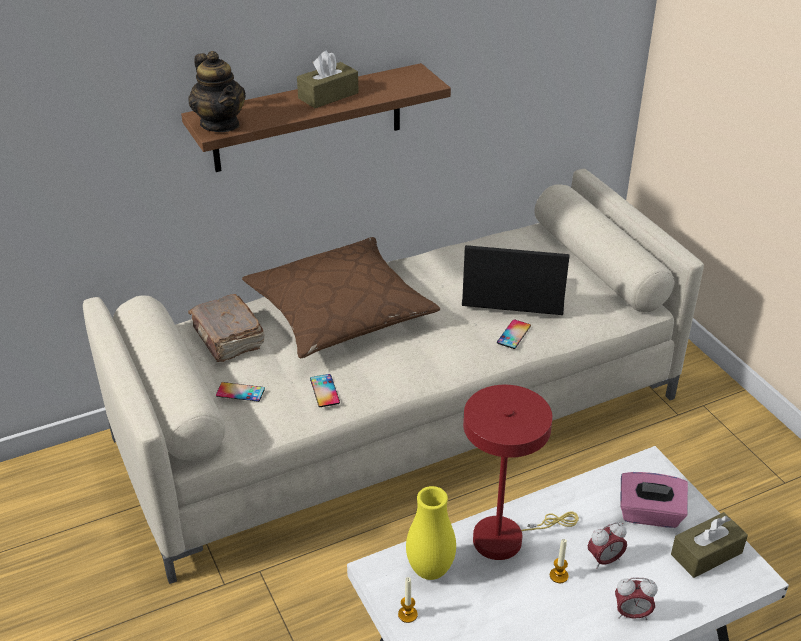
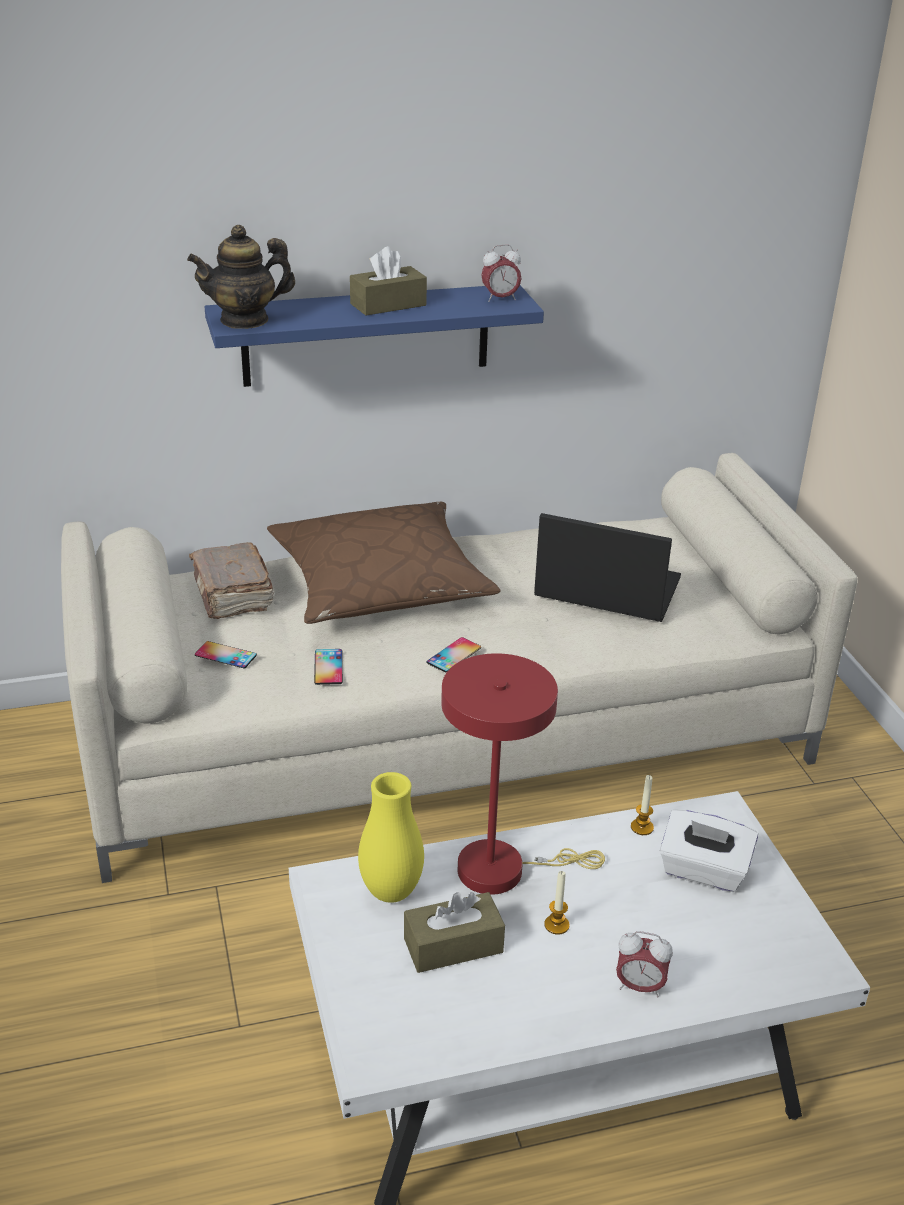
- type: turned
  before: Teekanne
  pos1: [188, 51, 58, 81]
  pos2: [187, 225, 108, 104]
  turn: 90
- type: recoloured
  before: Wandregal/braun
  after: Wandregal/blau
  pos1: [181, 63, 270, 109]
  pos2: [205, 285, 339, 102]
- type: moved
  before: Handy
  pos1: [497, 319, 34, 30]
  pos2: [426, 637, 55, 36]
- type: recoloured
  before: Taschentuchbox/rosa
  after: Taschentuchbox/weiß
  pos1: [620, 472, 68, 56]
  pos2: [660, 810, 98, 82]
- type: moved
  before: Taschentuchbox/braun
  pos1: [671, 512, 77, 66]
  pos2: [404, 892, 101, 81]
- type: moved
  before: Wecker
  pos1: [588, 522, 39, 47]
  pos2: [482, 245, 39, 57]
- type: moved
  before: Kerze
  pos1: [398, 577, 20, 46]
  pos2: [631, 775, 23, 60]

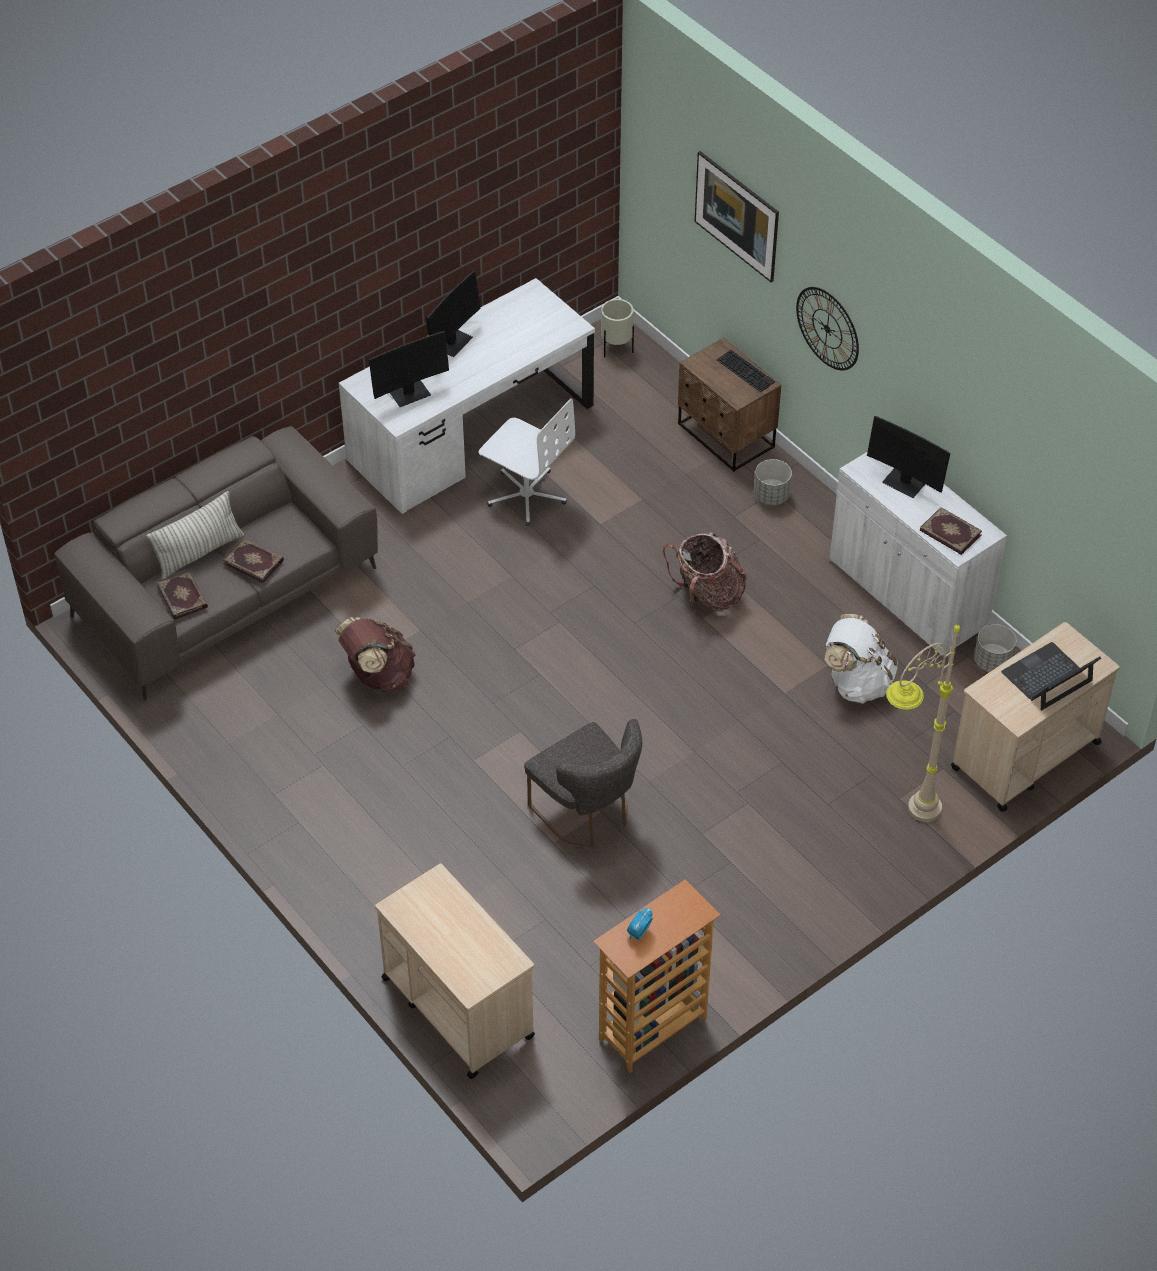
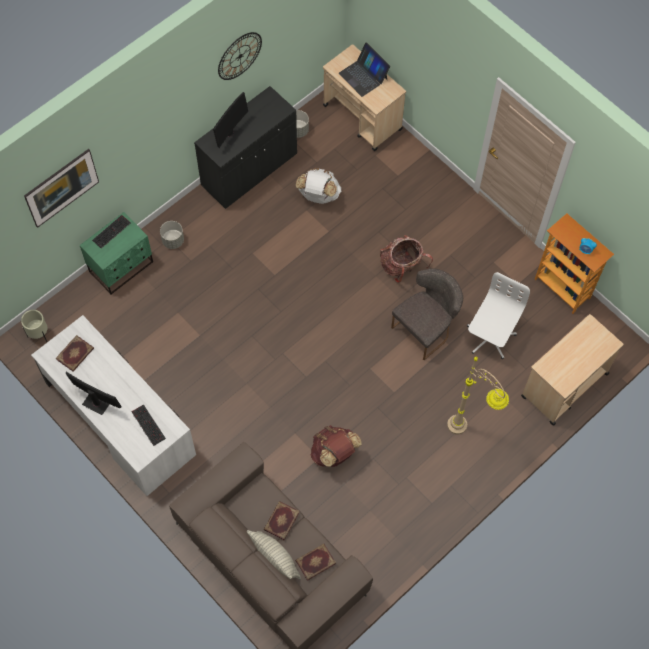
- type: moved
  before: Wanduhr
  pos1: [796, 287, 63, 84]
  pos2: [218, 32, 44, 48]
- type: replaced
  before: Monitor
  after: Tastatur
  pos1: [369, 331, 80, 76]
  pos2: [131, 404, 35, 42]
- type: recoloured
  before: Nachttisch/braun
  after: Nachttisch/grün
  pos1: [678, 338, 103, 134]
  pos2: [80, 212, 73, 82]
- type: moved
  before: Bürostuhl/weiß
  pos1: [479, 398, 96, 127]
  pos2: [467, 272, 63, 87]
- type: recoloured
  before: Schrank/weiß
  after: Schrank/schwarz
  pos1: [829, 452, 178, 204]
  pos2: [194, 86, 103, 123]
- type: moved
  before: Buch
  pos1: [920, 507, 62, 48]
  pos2: [56, 335, 38, 37]
- type: moved
  before: Rucksack
  pos1: [663, 532, 84, 86]
  pos2: [380, 235, 53, 48]
- type: moved
  before: Stehlampe/beige
  pos1: [886, 621, 74, 201]
  pos2: [447, 356, 62, 79]

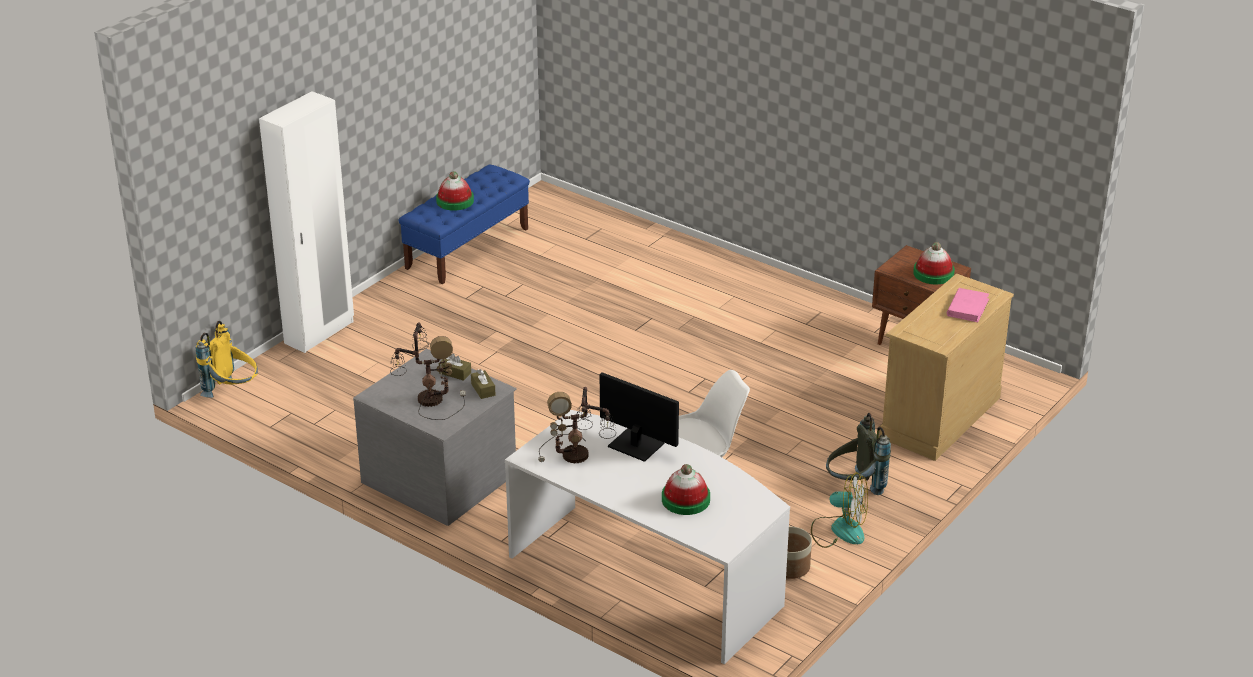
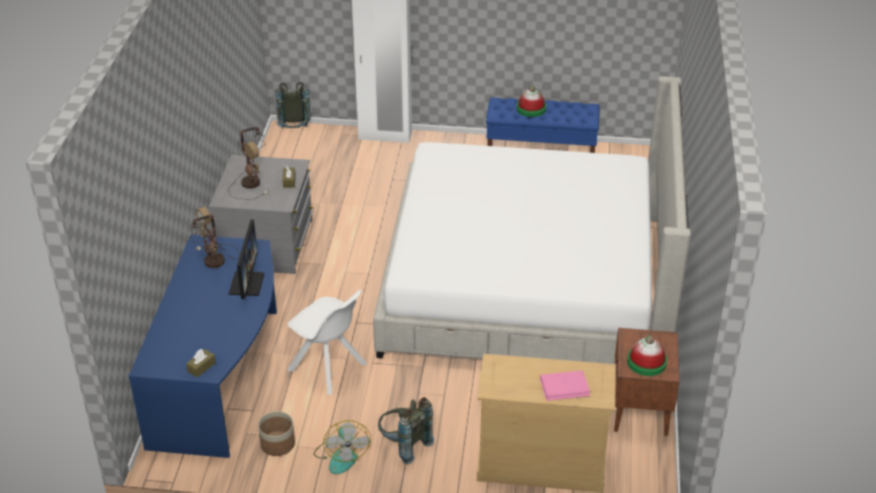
- type: recoloured
  before: Rucksack/gelb
  after: Rucksack/grau
  pos1: [196, 321, 62, 77]
  pos2: [276, 82, 35, 46]
- type: moved
  before: Taschentuchbox/braun
  pos1: [471, 369, 25, 30]
  pos2: [186, 349, 30, 28]
- type: recoloured
  before: Schreibtisch/weiß
  after: Schreibtisch/blau
  pos1: [505, 410, 285, 254]
  pos2: [129, 235, 148, 223]
- type: removed
  before: Hut
  pos1: [662, 464, 48, 51]
- type: added
  after: Bett
  pos2: [373, 76, 318, 288]

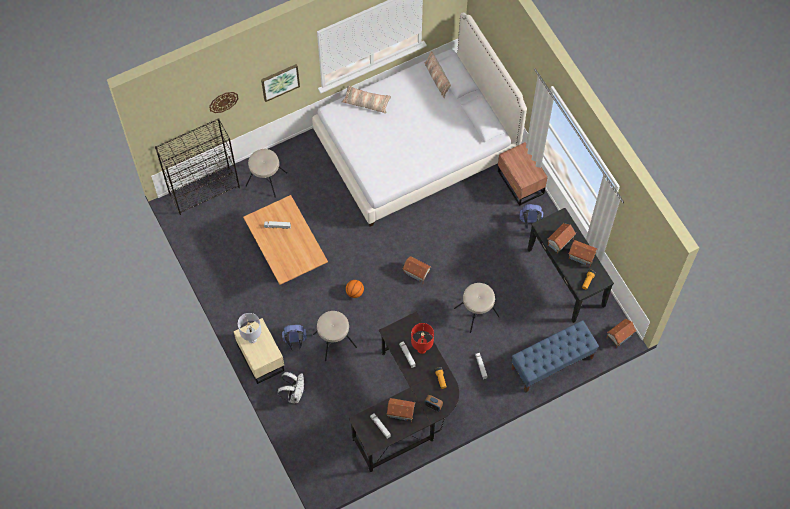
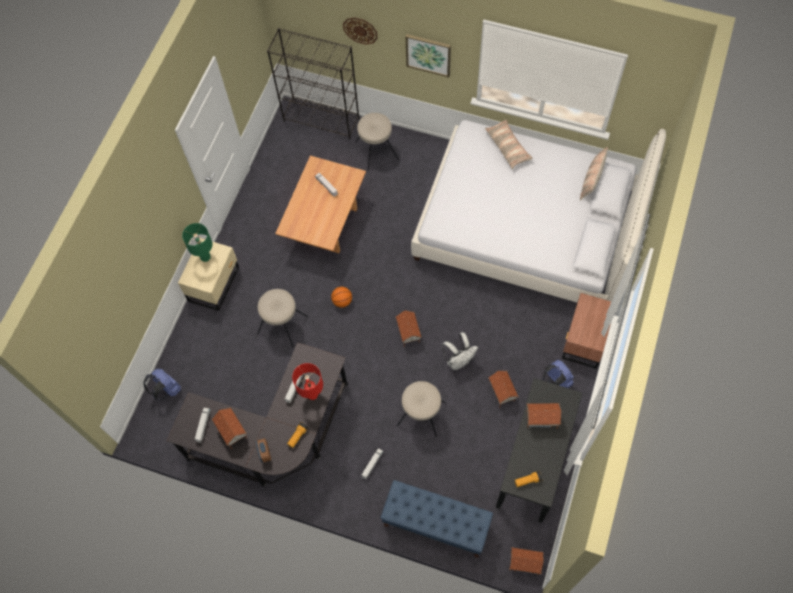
- type: moved
  before: Spielzeughaus
  pos1: [568, 240, 30, 28]
  pos2: [489, 371, 29, 37]
- type: recoloured
  before: Tischlampe/grau
  after: Tischlampe/grün
  pos1: [238, 313, 24, 30]
  pos2: [182, 223, 31, 39]
- type: moved
  before: Rucksack/blau
  pos1: [282, 324, 25, 26]
  pos2: [143, 368, 38, 32]
- type: moved
  before: Rucksack/weiß
  pos1: [277, 372, 27, 31]
  pos2: [442, 332, 36, 38]

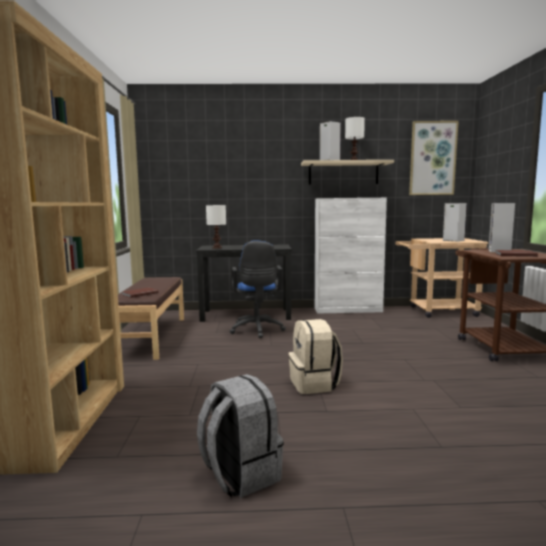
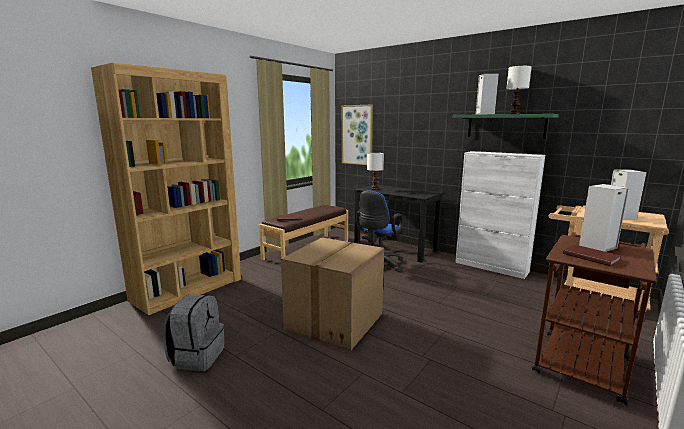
- type: moved
  before: Bild
  pos1: [409, 121, 50, 74]
  pos2: [342, 105, 31, 60]
- type: recoloured
  before: Wandregal/beige
  after: Wandregal/grün
  pos1: [301, 160, 93, 25]
  pos2: [452, 114, 107, 25]
- type: replaced
  before: Rucksack/beige
  after: Karton
  pos1: [288, 319, 55, 75]
  pos2: [281, 237, 103, 114]

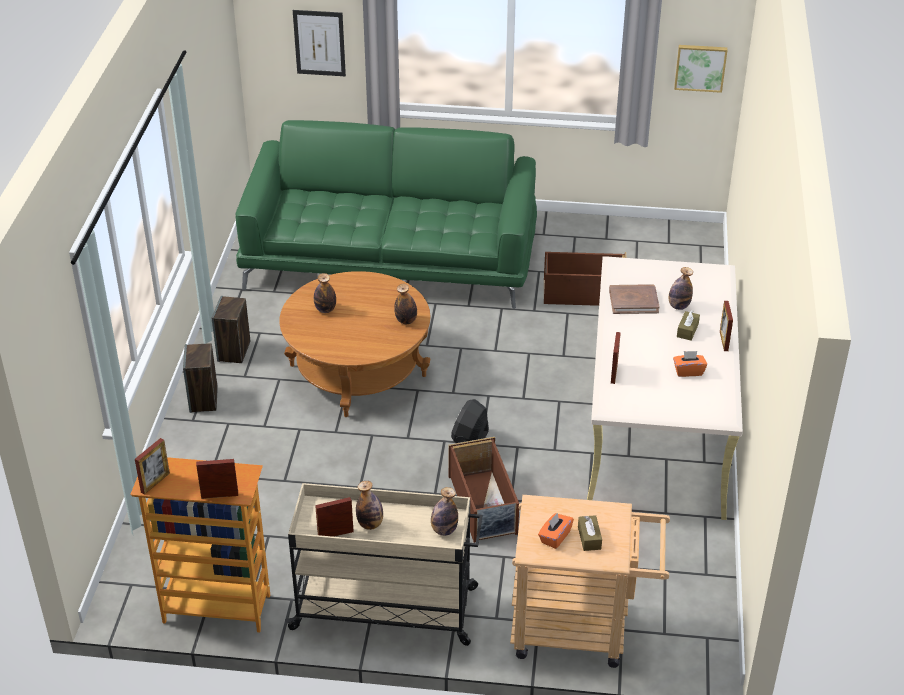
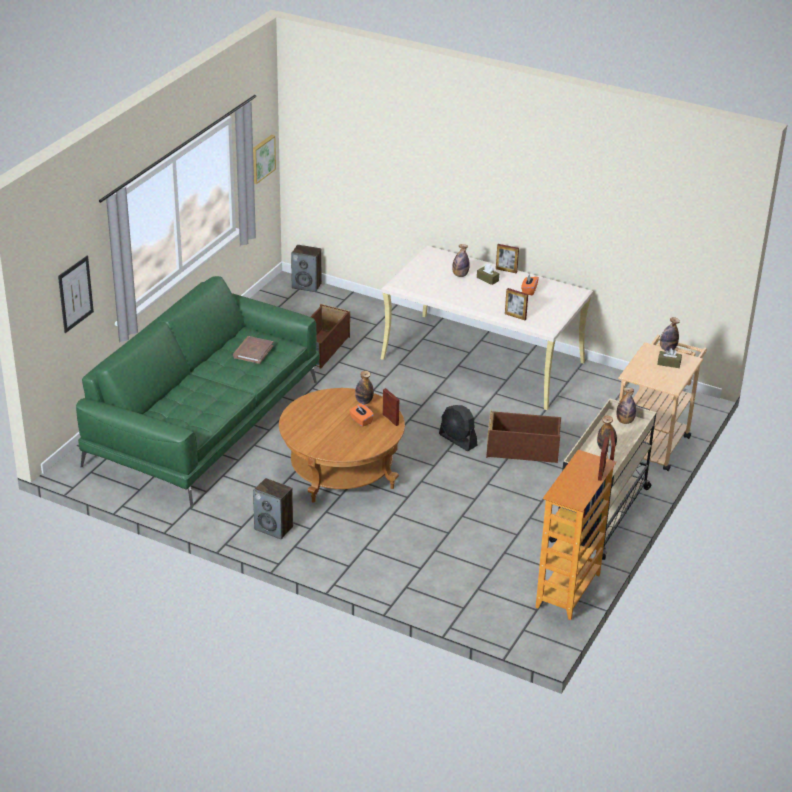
- type: moved
  before: Flasche
  pos1: [314, 273, 22, 40]
  pos2: [660, 317, 20, 34]
- type: moved
  before: Buch/braun
  pos1: [609, 284, 51, 30]
  pos2: [233, 336, 41, 28]
- type: moved
  before: Lautsprecher
  pos1: [183, 343, 35, 70]
  pos2: [291, 245, 31, 47]
- type: moved
  before: Bilderrahmen
  pos1: [135, 438, 35, 57]
  pos2: [382, 388, 17, 38]
- type: moved
  before: Taschentuchbox/orange
  pos1: [538, 513, 36, 36]
  pos2: [349, 403, 25, 24]

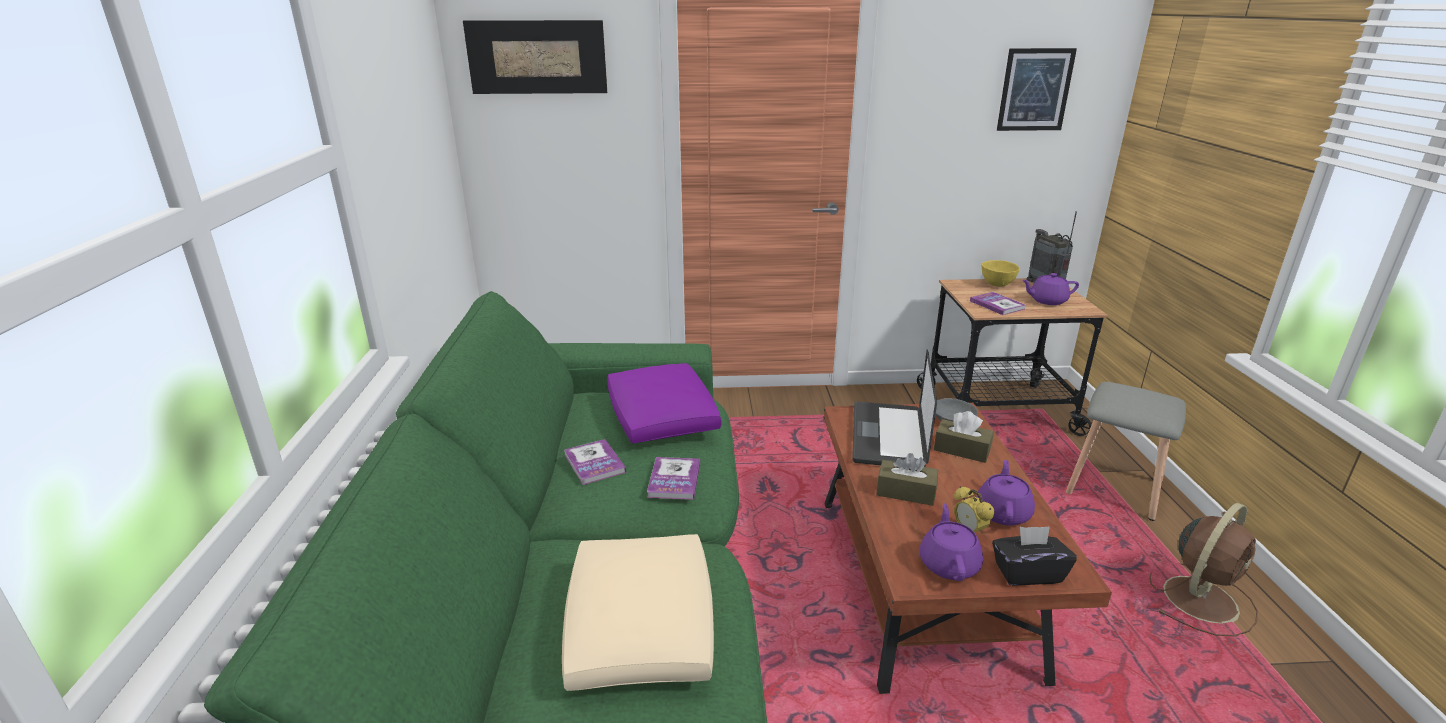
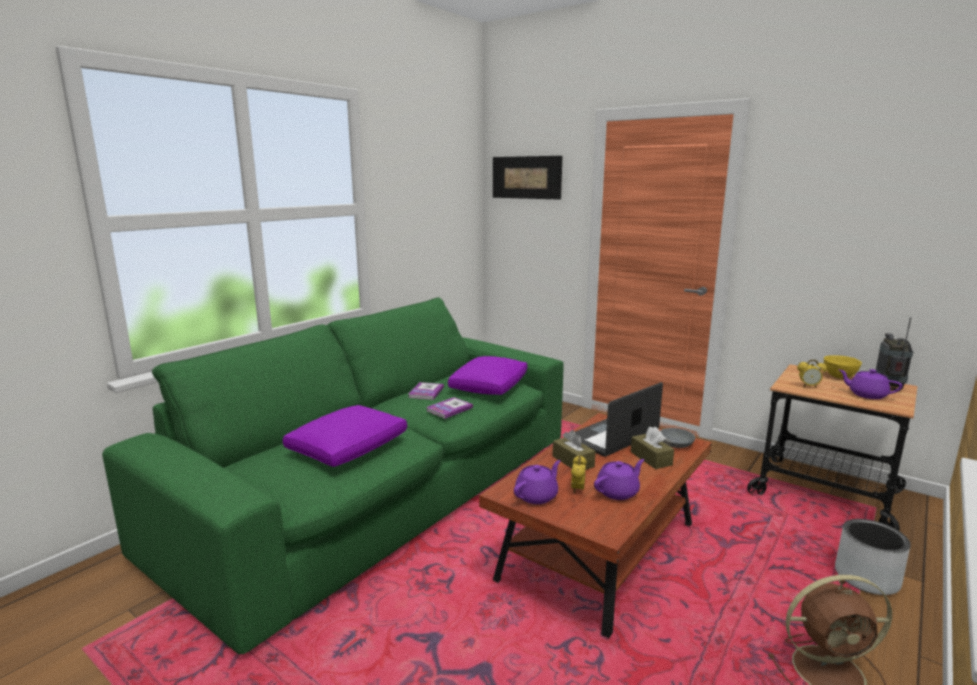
- type: removed
  before: Bild
  pos1: [997, 48, 80, 83]
- type: replaced
  before: Buch
  after: Wecker
  pos1: [970, 292, 55, 23]
  pos2: [797, 360, 30, 28]
- type: replaced
  before: Hocker/grau
  after: Pflanzkübel/grau
  pos1: [1066, 382, 120, 139]
  pos2: [835, 519, 76, 76]
- type: removed
  before: Taschentuchbox/schwarz
  pos1: [992, 526, 85, 60]
- type: recoloured
  before: Kissen/beige
  after: Kissen/lila
  pos1: [562, 534, 152, 157]
  pos2: [283, 405, 124, 62]

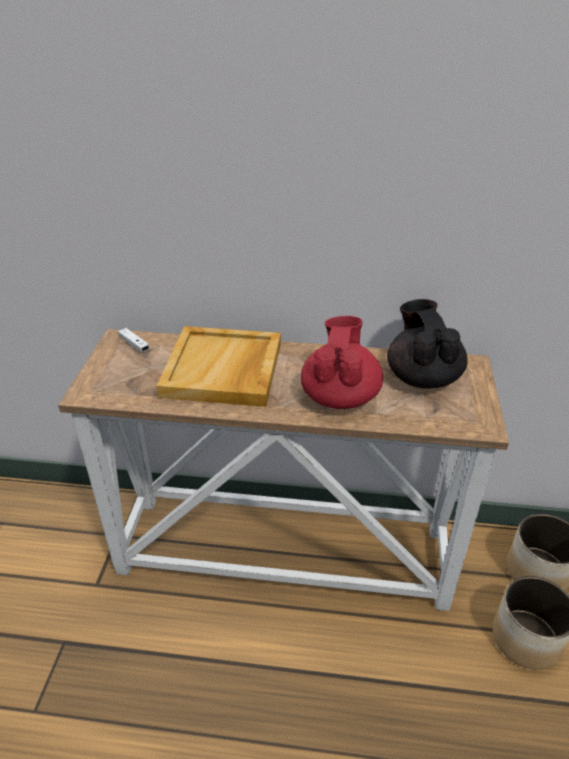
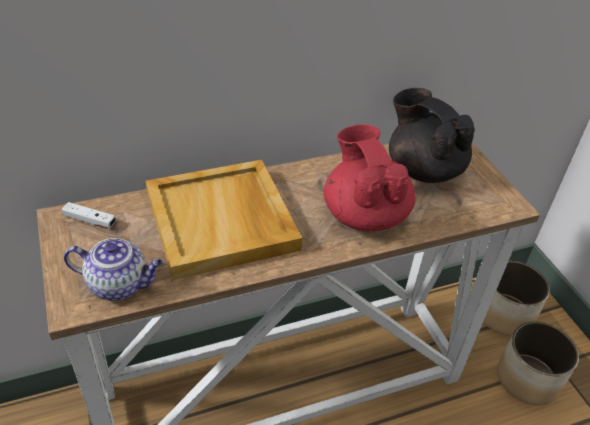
- type: added
  after: Teekanne
  pos2: [64, 238, 99, 63]

